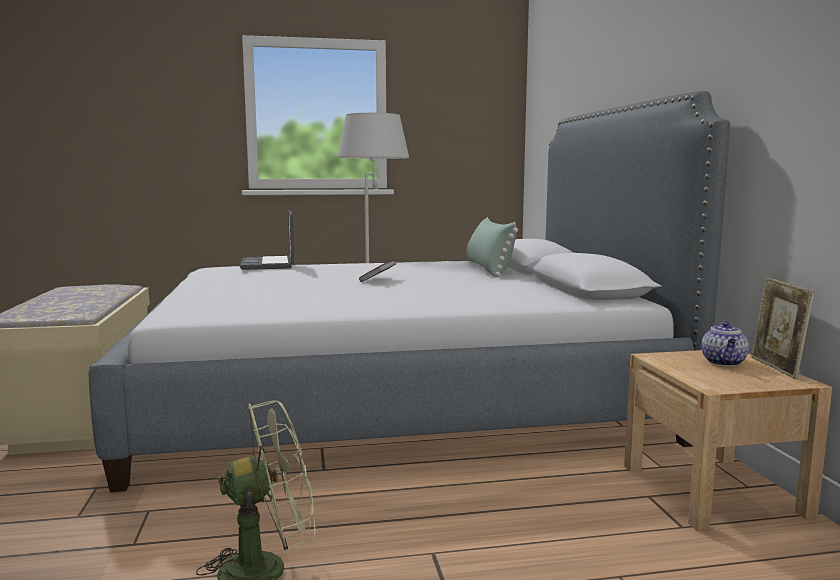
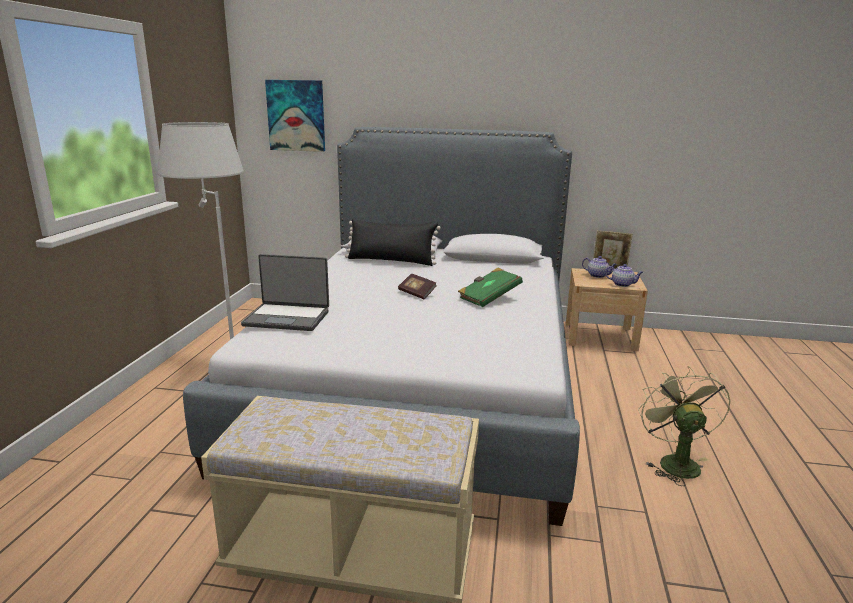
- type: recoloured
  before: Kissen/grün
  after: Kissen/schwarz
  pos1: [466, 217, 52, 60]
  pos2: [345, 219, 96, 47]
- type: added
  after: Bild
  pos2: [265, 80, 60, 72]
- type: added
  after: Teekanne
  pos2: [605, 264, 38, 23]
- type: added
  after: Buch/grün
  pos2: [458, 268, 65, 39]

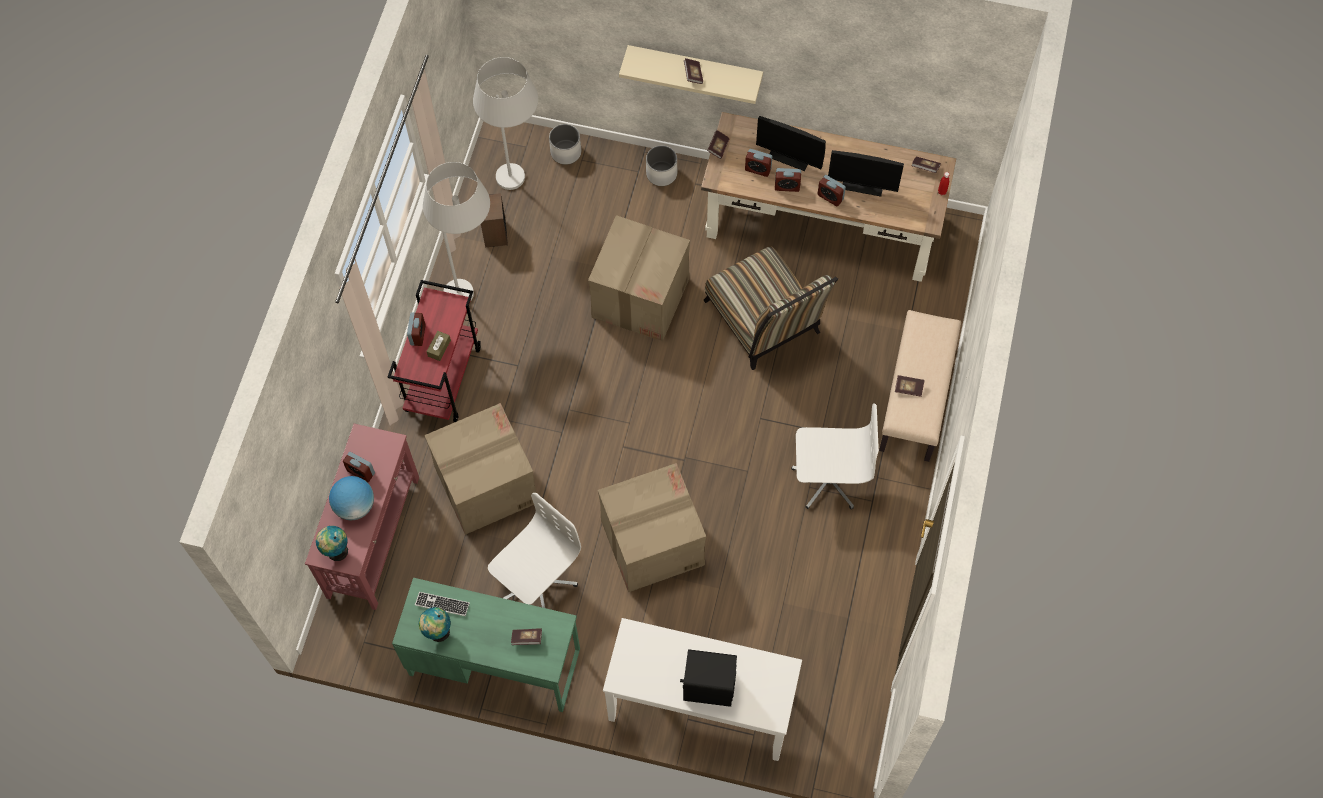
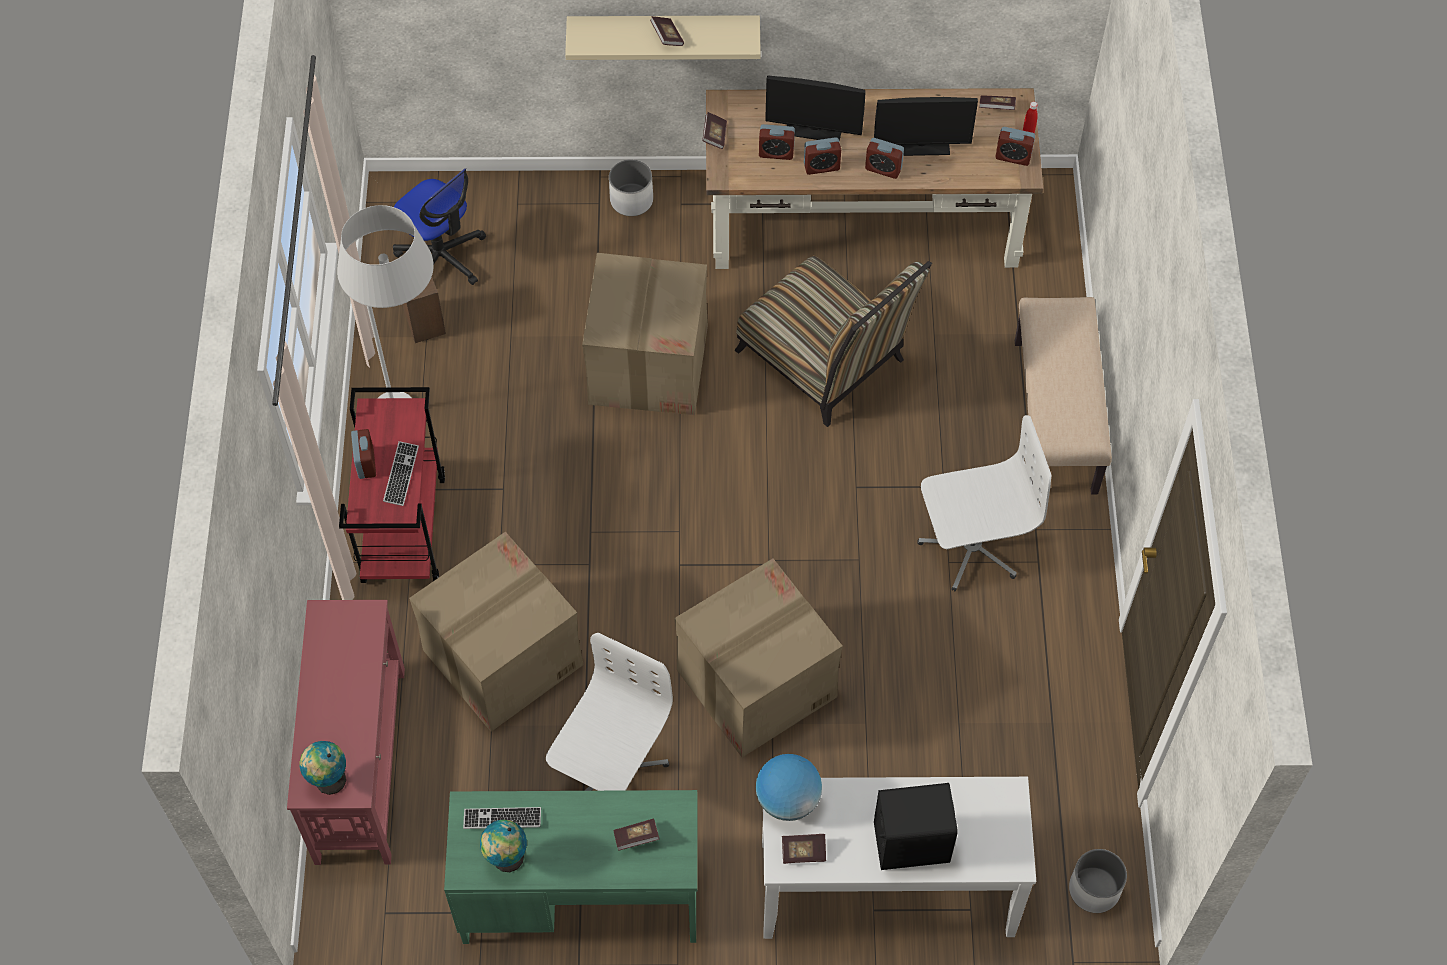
- type: replaced
  before: Stehlampe/weiß
  after: Bürostuhl
  pos1: [473, 57, 65, 133]
  pos2: [393, 168, 93, 117]
- type: moved
  before: Pflanzkübel/weiß
  pos1: [549, 124, 32, 41]
  pos2: [1069, 849, 58, 64]
- type: replaced
  before: Taschentuchbox/braun
  after: Tastatur
  pos1: [426, 331, 25, 30]
  pos2: [383, 441, 36, 65]
- type: moved
  before: Buch
  pos1: [895, 375, 29, 22]
  pos2: [782, 834, 44, 30]
- type: moved
  before: Wecker
  pos1: [343, 452, 32, 30]
  pos2: [996, 127, 39, 39]
- type: moved
  before: Globus
  pos1: [329, 476, 45, 44]
  pos2: [756, 754, 66, 67]

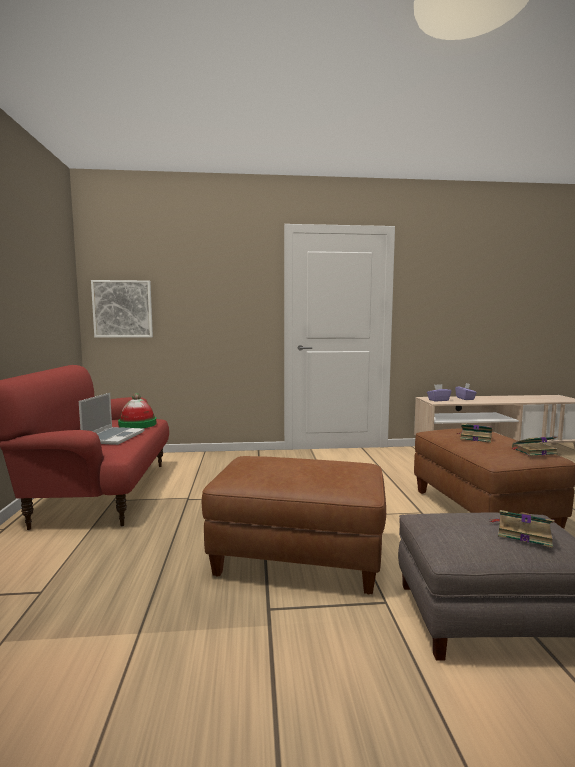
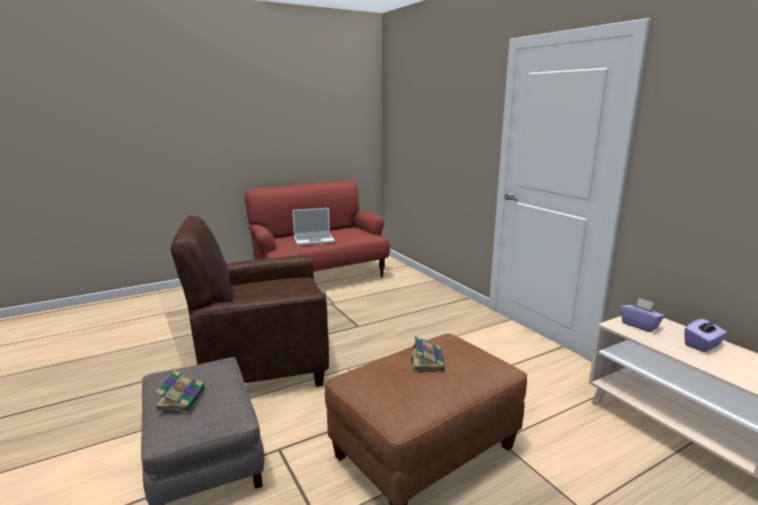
- type: removed
  before: Bild
  pos1: [91, 280, 62, 58]
- type: removed
  before: Hut
  pos1: [118, 393, 38, 35]
- type: removed
  before: Buch
  pos1: [510, 437, 48, 19]
- type: replaced
  before: Polsterhocker/braun
  after: Sessel/braun
  pos1: [202, 456, 184, 138]
  pos2: [171, 215, 158, 172]

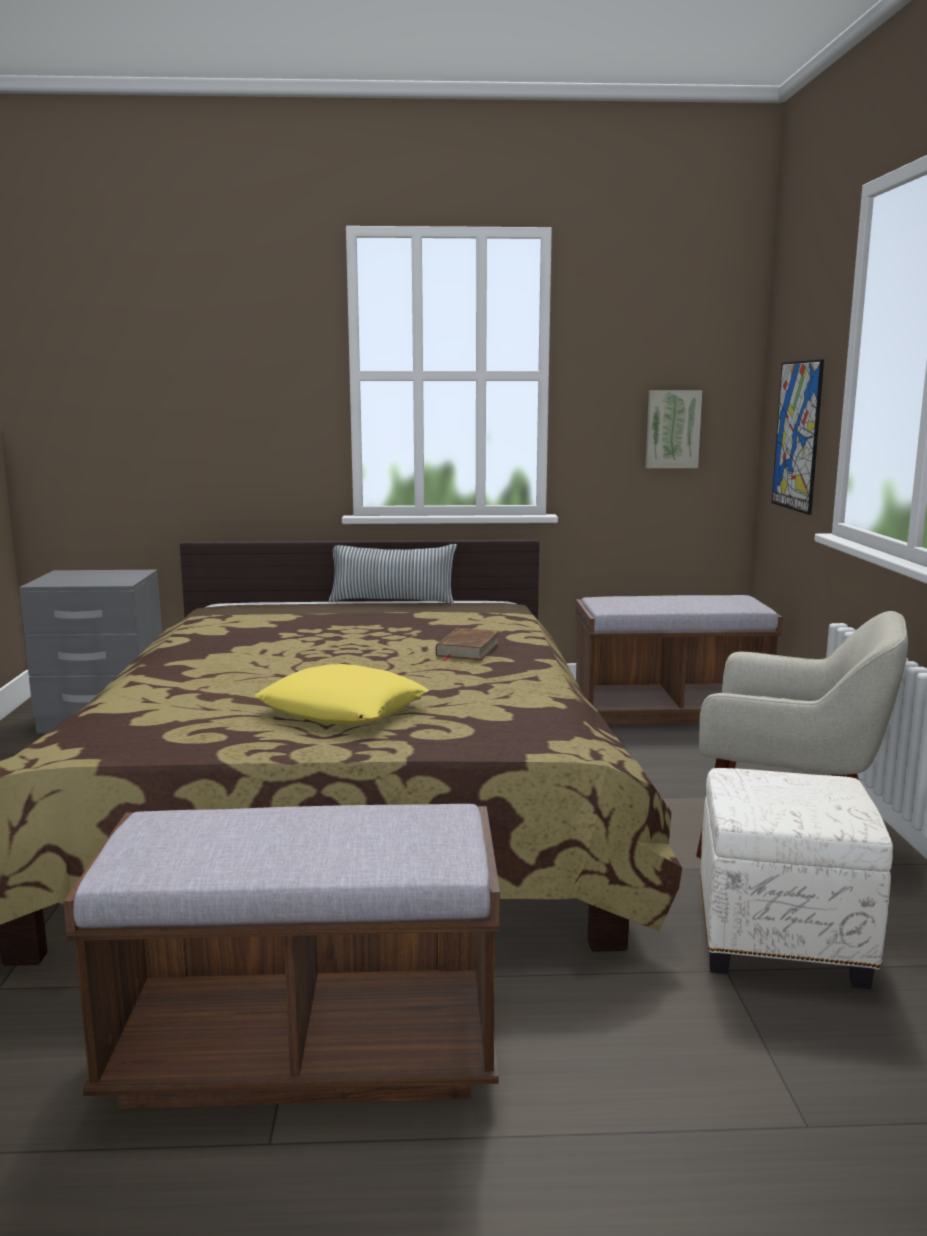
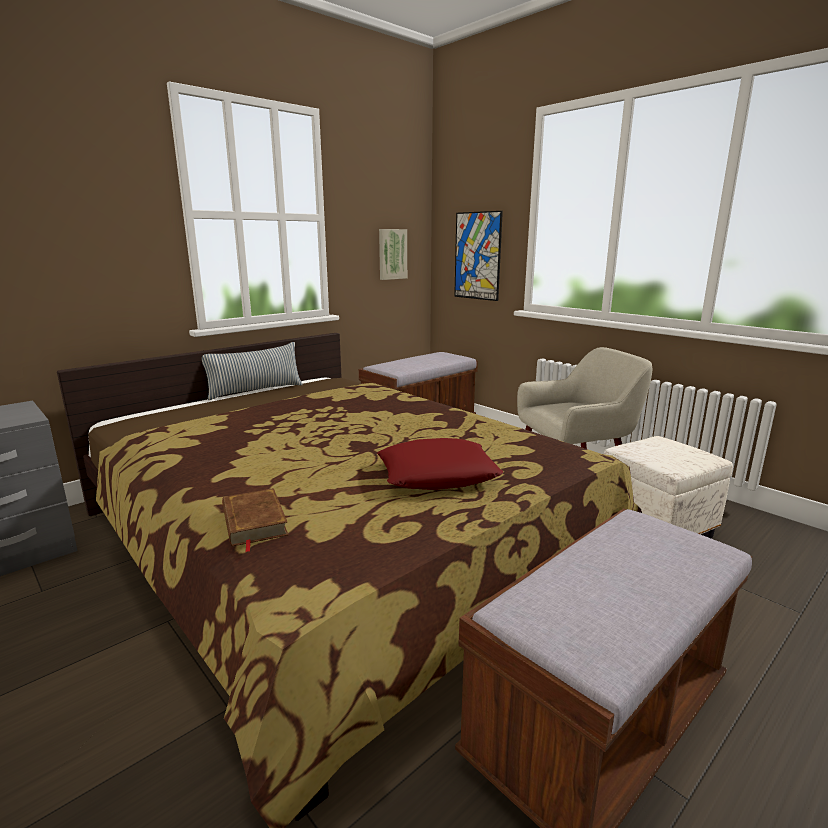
- type: moved
  before: Buch/braun
  pos1: [435, 628, 65, 33]
  pos2: [222, 488, 66, 64]
- type: recoloured
  before: Kissen/gelb
  after: Kissen/rot
  pos1: [254, 664, 175, 60]
  pos2: [377, 438, 126, 52]

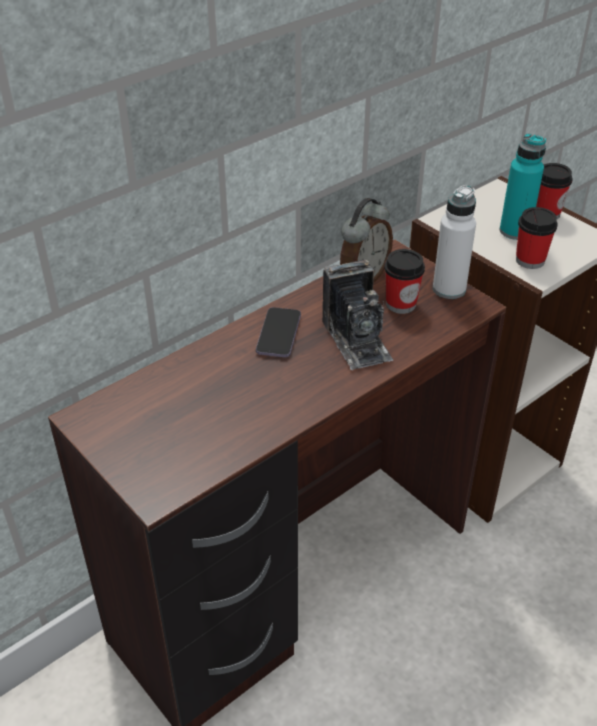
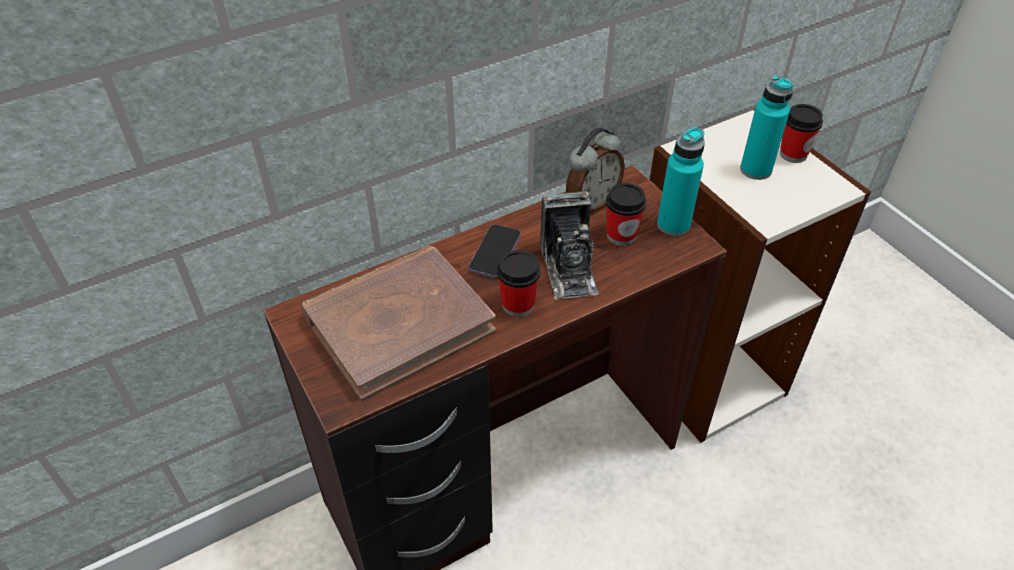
- type: recoloured
  before: Flasche/weiß
  after: Flasche/türkis
  pos1: [433, 185, 43, 114]
  pos2: [657, 127, 48, 109]
- type: moved
  before: Tasse
  pos1: [516, 207, 42, 62]
  pos2: [497, 250, 44, 67]
- type: added
  after: Buch/braun
  pos2: [302, 246, 194, 155]

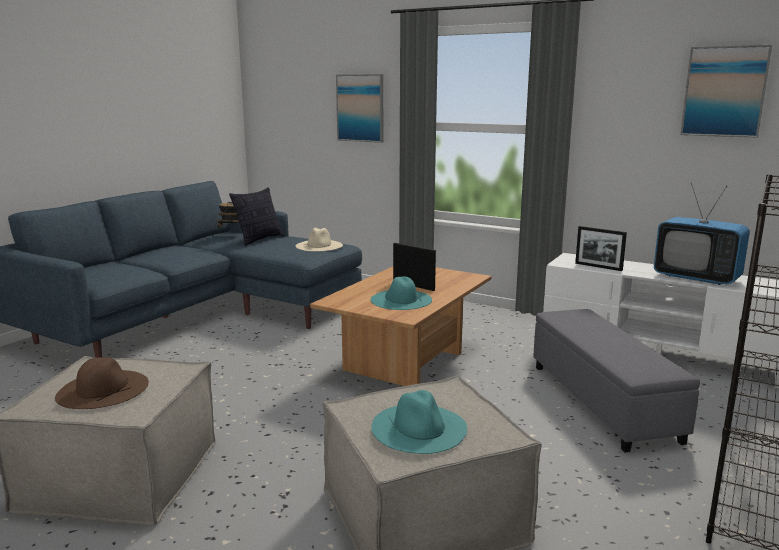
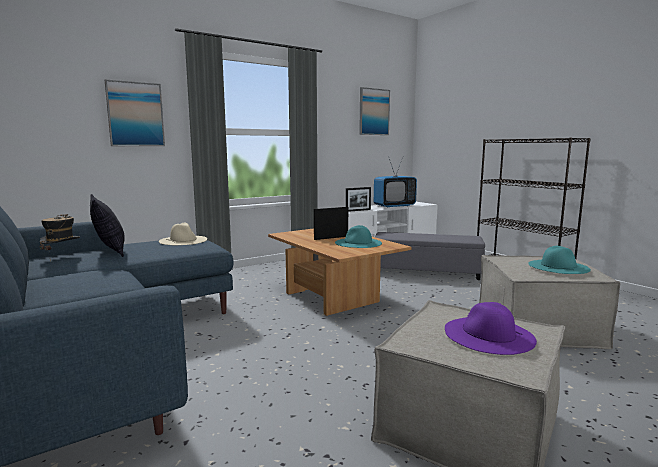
- type: recoloured
  before: Hut/braun
  after: Hut/lila
  pos1: [55, 357, 94, 52]
  pos2: [445, 302, 92, 53]

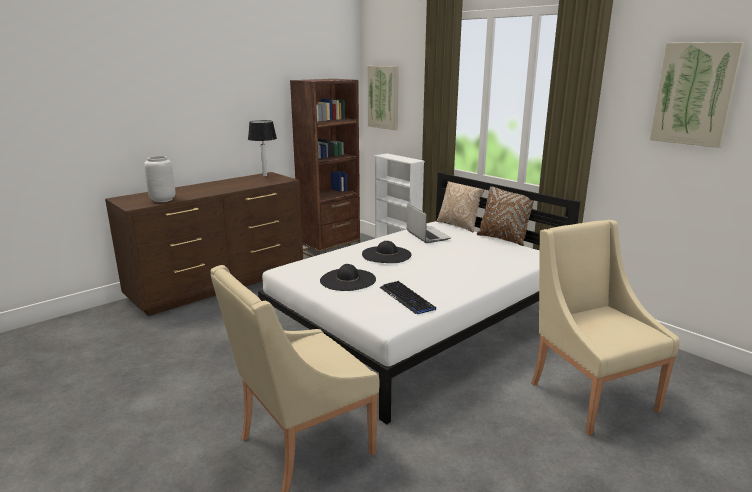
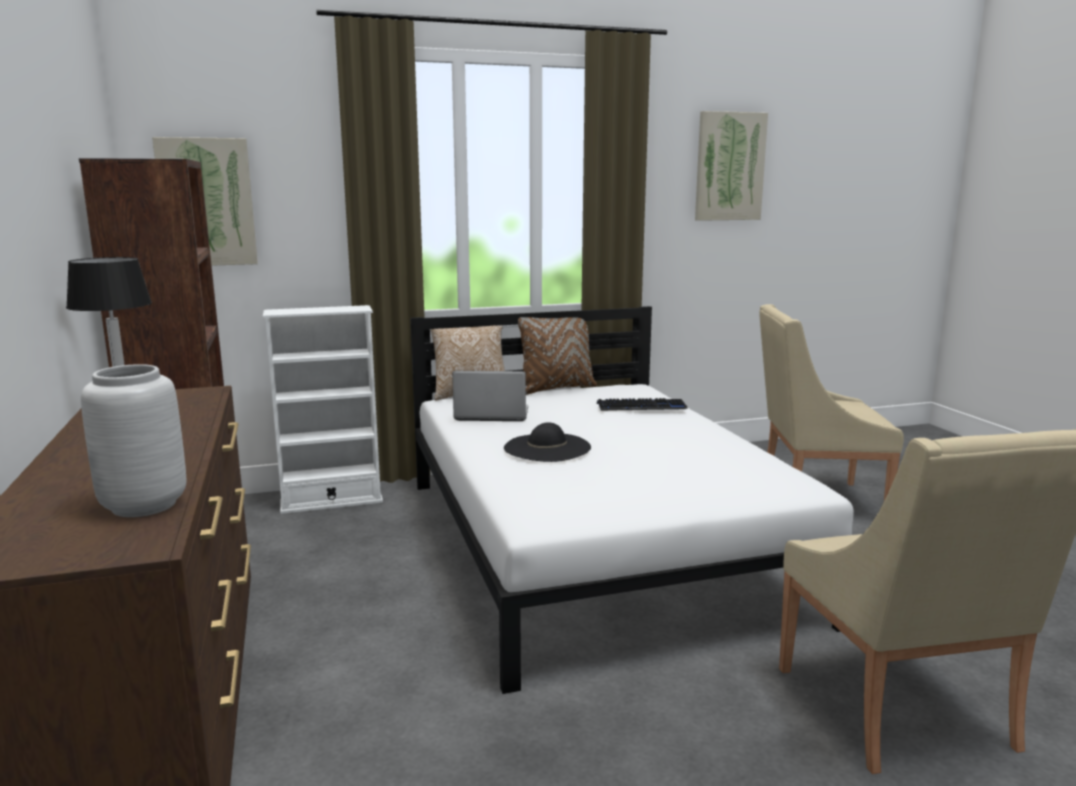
- type: removed
  before: Hut/schwarz
  pos1: [320, 264, 56, 27]
- type: moved
  before: Tastatur
  pos1: [379, 281, 57, 33]
  pos2: [597, 398, 91, 13]

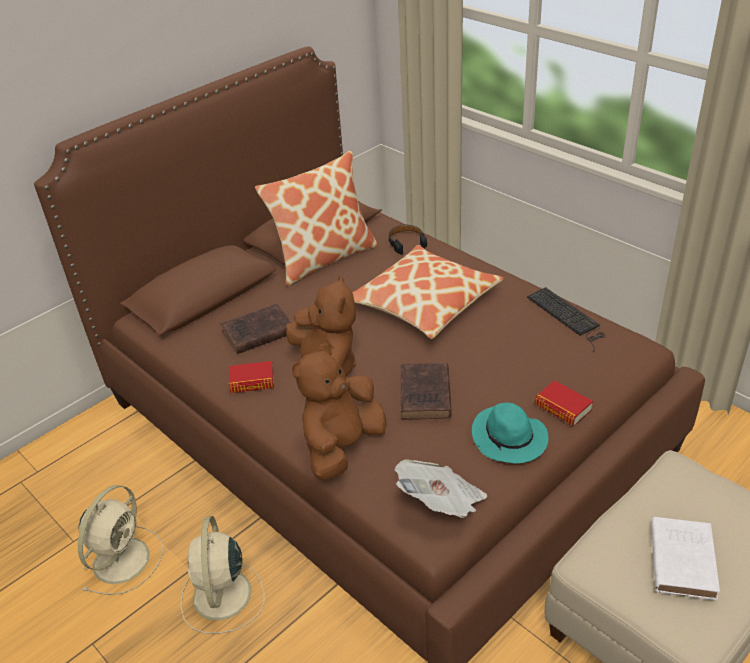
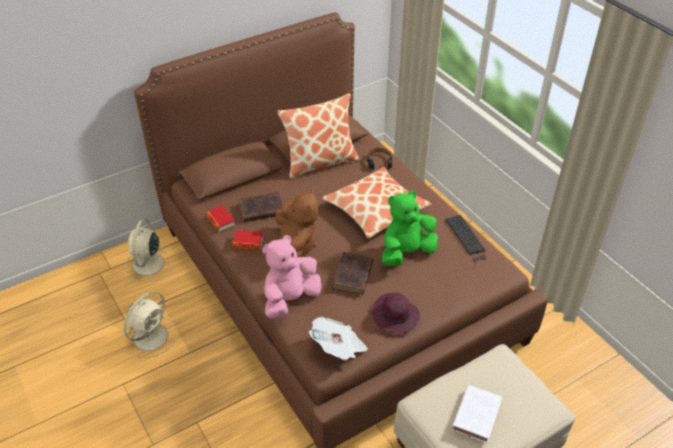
- type: recoloured
  before: Plüschtier/braun
  after: Plüschtier/rosa
  pos1: [292, 343, 94, 137]
  pos2: [262, 235, 59, 84]
- type: moved
  before: Buch
  pos1: [535, 380, 58, 46]
  pos2: [206, 205, 29, 28]
- type: recoloured
  before: Hut/türkis
  after: Hut/lila
  pos1: [472, 403, 77, 61]
  pos2: [372, 293, 48, 41]
- type: moved
  before: Ventilator/beige
  pos1: [180, 516, 85, 118]
  pos2: [124, 219, 46, 63]
- type: added
  after: Plüschtier/grün
  pos2: [382, 191, 56, 75]

